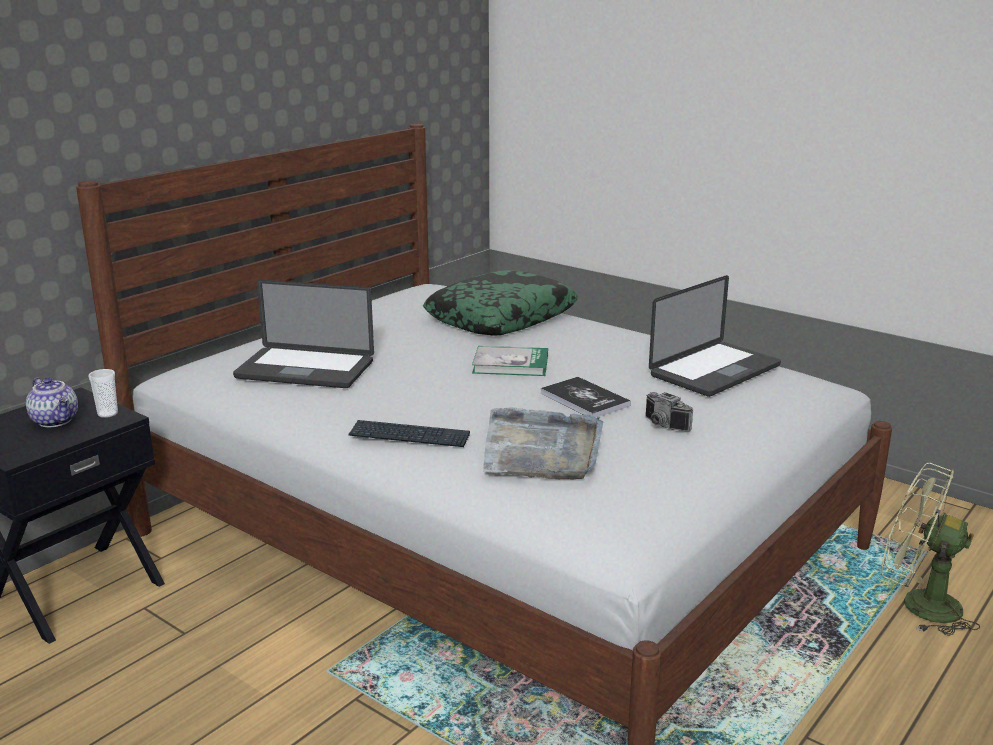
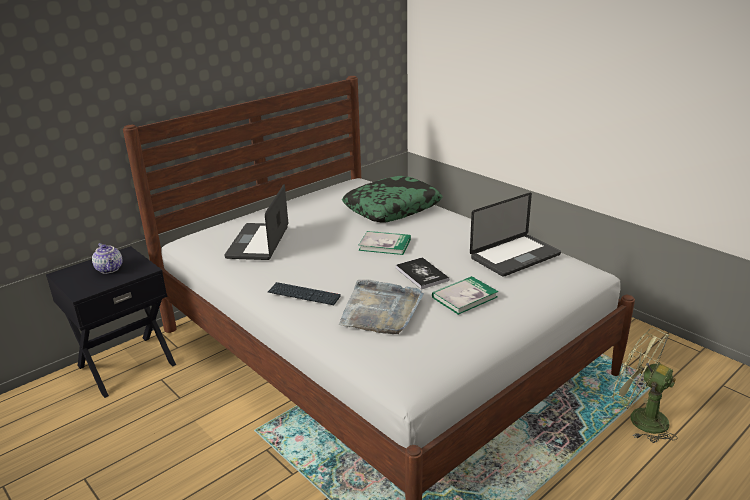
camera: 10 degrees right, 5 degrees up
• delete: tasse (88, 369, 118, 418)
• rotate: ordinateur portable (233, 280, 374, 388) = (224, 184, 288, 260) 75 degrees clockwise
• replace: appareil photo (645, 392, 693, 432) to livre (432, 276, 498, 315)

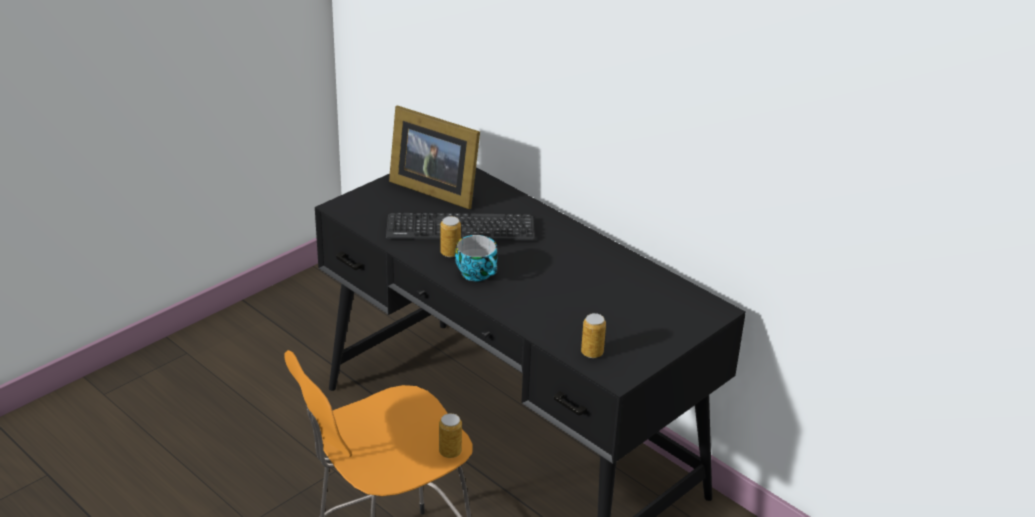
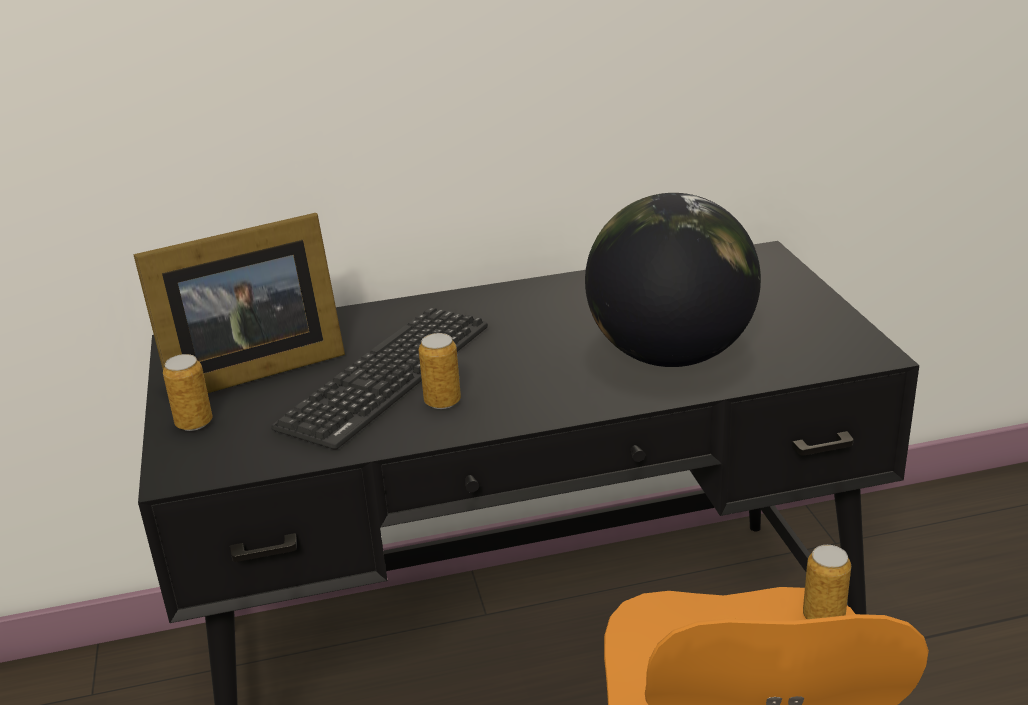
camera: 55 degrees left, 5 degrees down
• delete: tasse (455, 235, 498, 281)
• move: boîte métallique (581, 313, 606, 358) to (163, 354, 212, 431)
• insert: globe (585, 193, 761, 367)

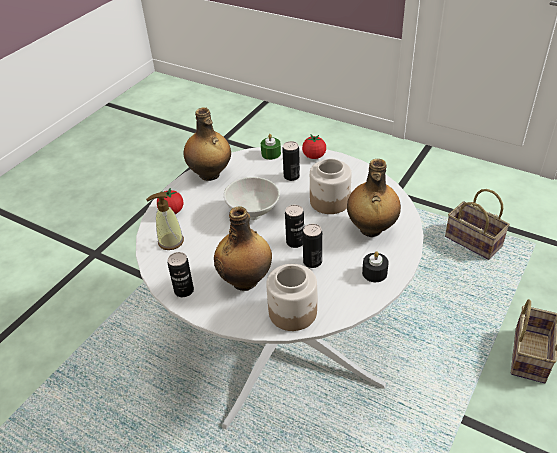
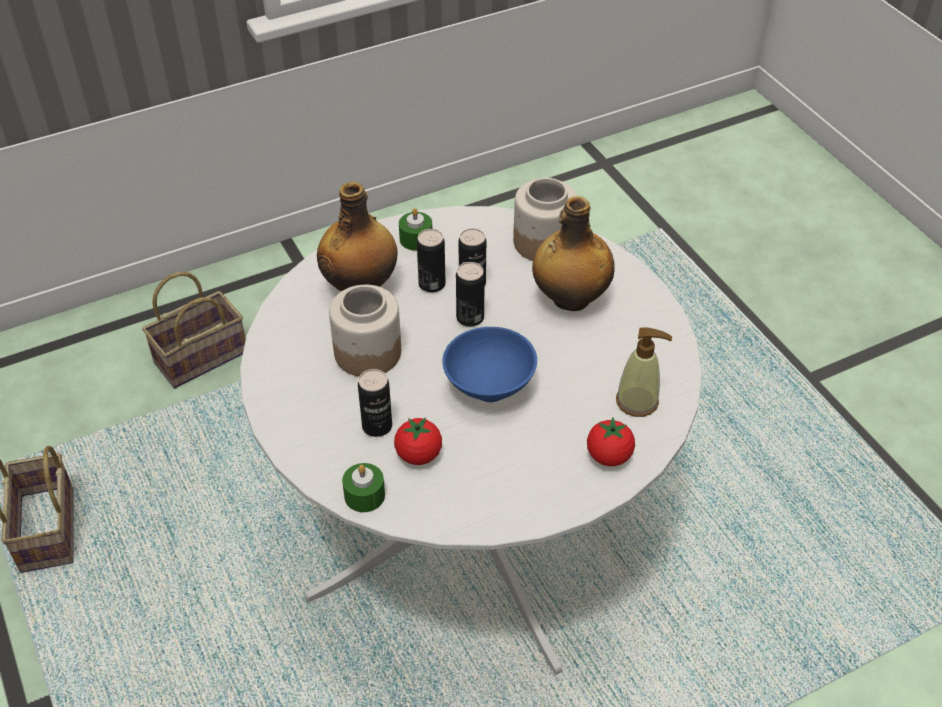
camera: 150 degrees left, 5 degrees up
• move: boîte métallique (168, 252, 194, 297) to (417, 229, 446, 292)
• delete: bouteille (183, 107, 231, 181)
• recolor: bol/blanc (224, 177, 280, 220) to bol/bleu (442, 327, 537, 402)
• move: tomate (302, 135, 326, 159) to (394, 417, 442, 465)
• recolor: bougie/noir (362, 251, 389, 282) to bougie/vert (399, 208, 432, 251)

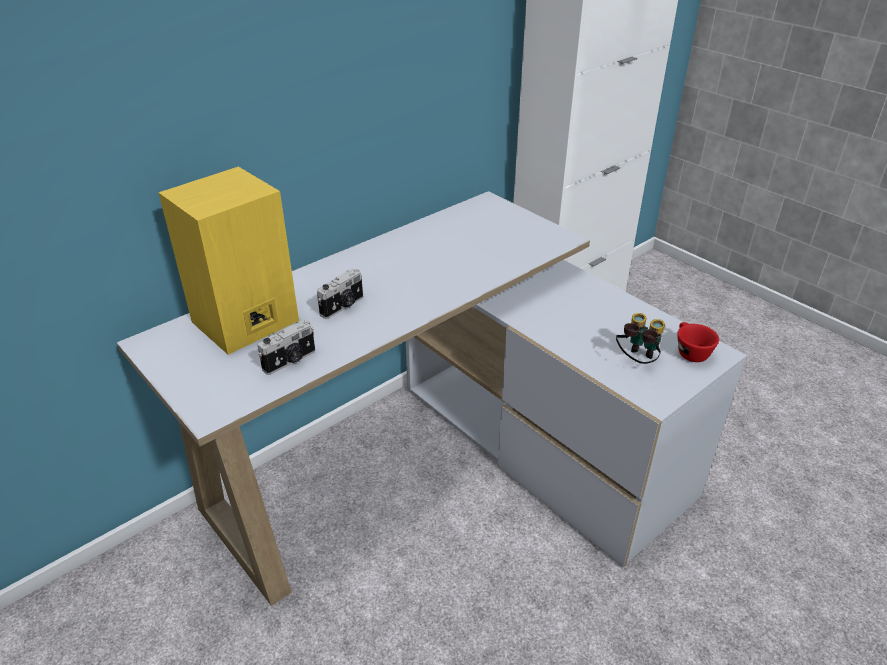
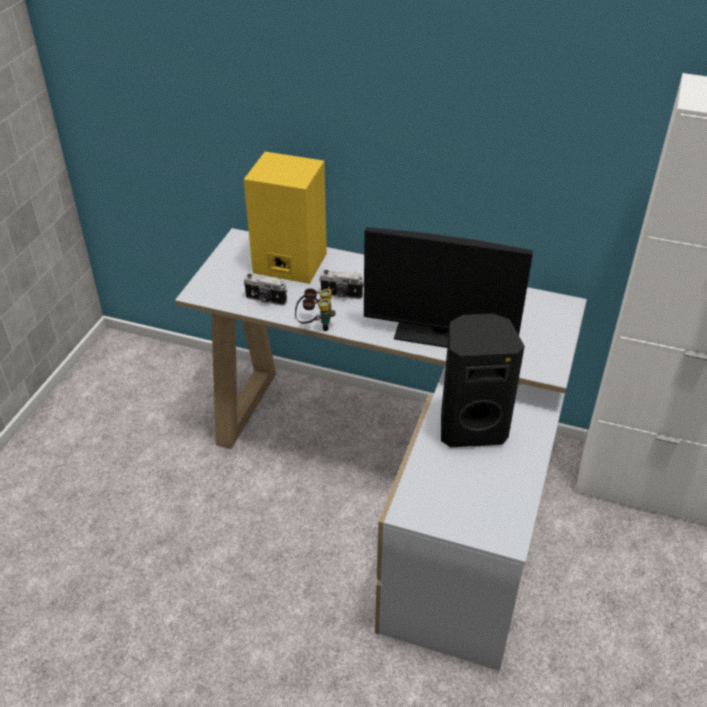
camera: 60 degrees right, 5 degrees up
• move: jumelles (616, 313, 665, 364) to (295, 288, 336, 331)
• delete: tasse/rouge (677, 322, 719, 362)
• insert: écran d'ordinateur (364, 227, 533, 348)
• insert: enceinte/noir (441, 314, 525, 448)

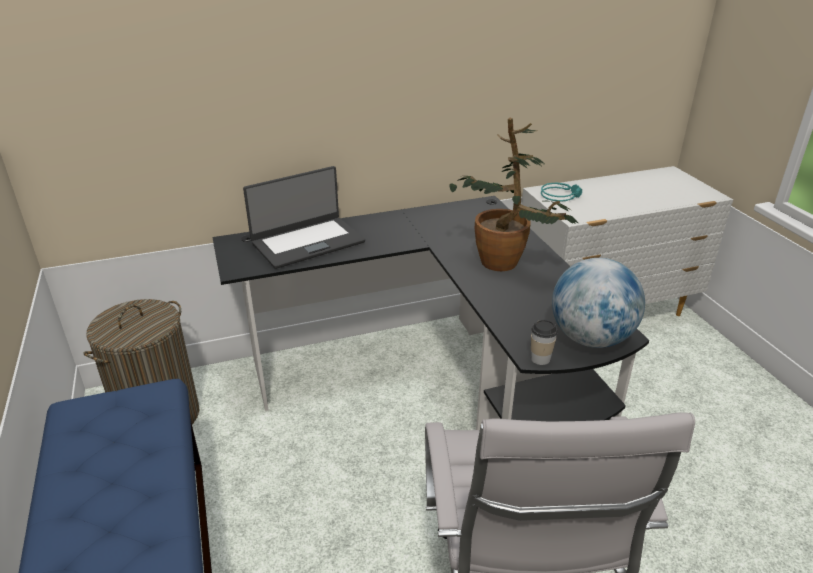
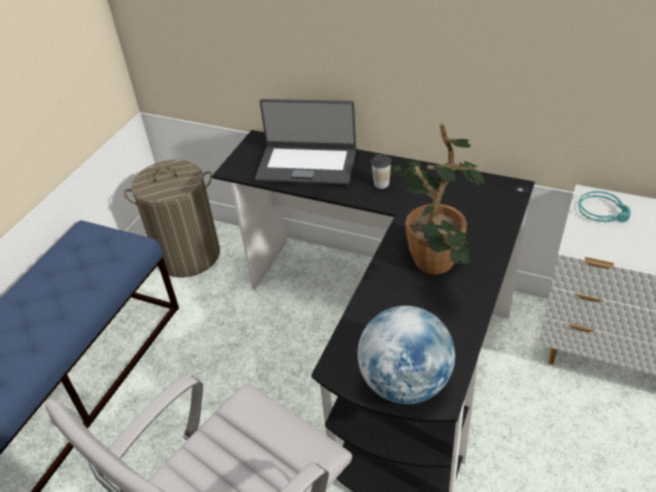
camera: 45 degrees right, 10 degrees up
• move: tasse (531, 320, 558, 365) to (371, 154, 391, 189)

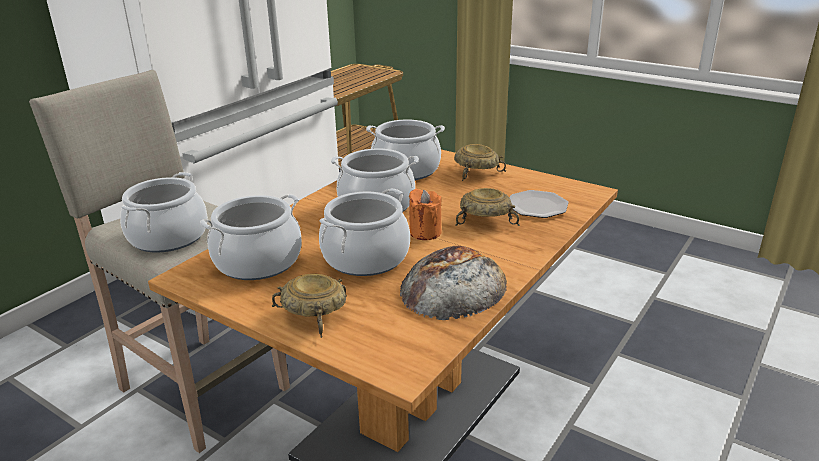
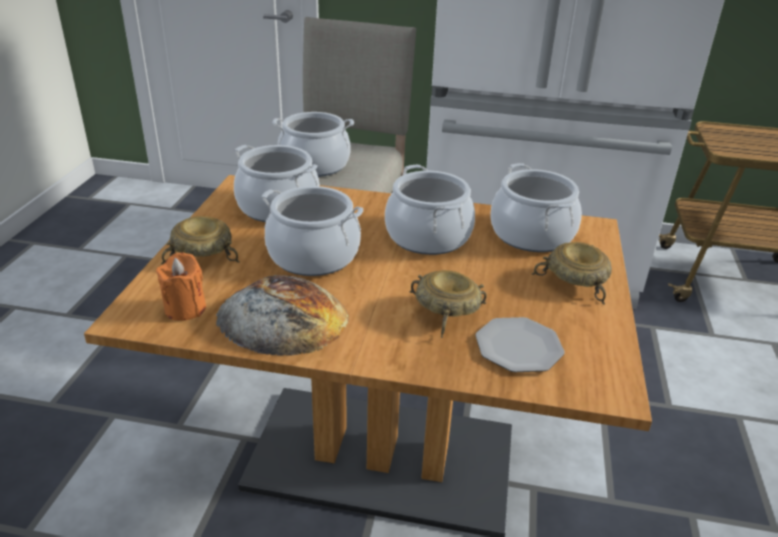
camera: 65 degrees right, 5 degrees up
• move: bougie/orange (409, 189, 442, 240) to (156, 252, 206, 321)

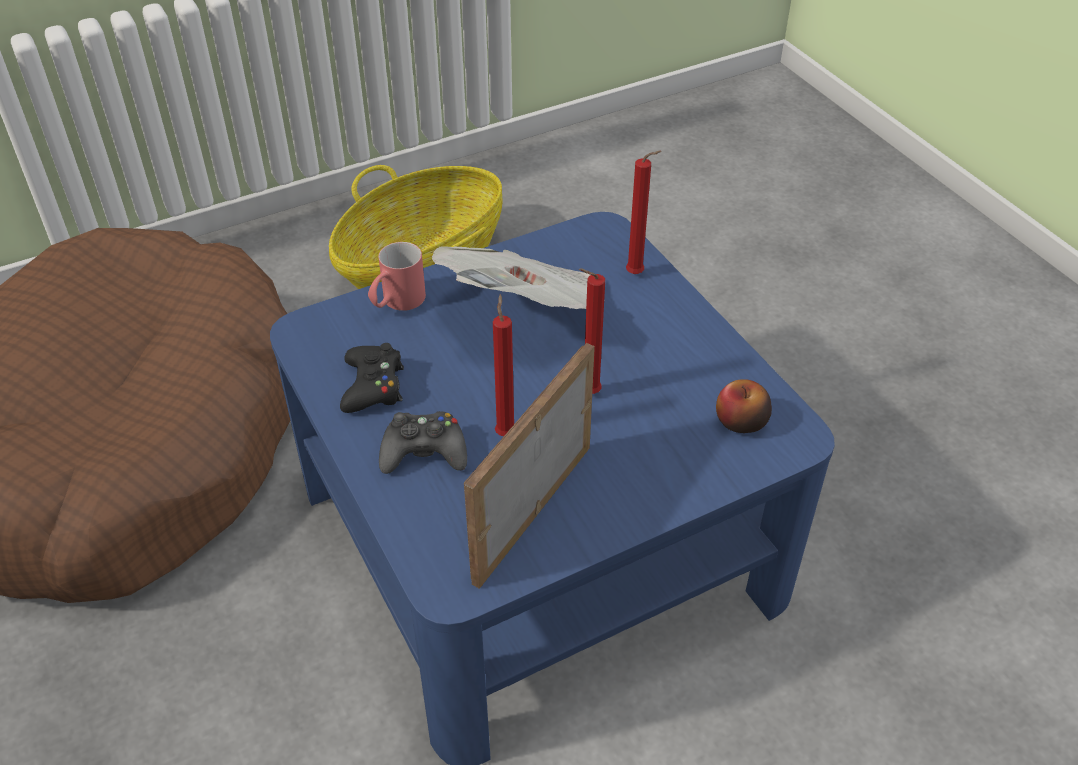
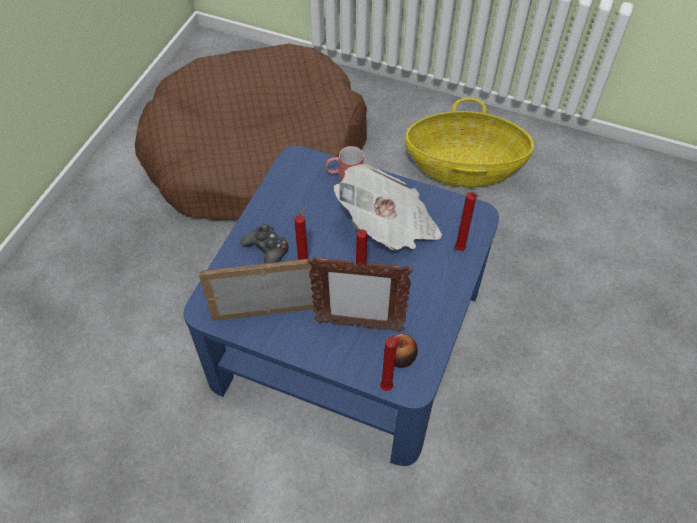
camera: 50 degrees right, 10 degrees up
• delete: manette/noir (340, 343, 404, 413)
• insert: cadre photo (308, 257, 413, 332)
• insert: bougie/rouge (380, 337, 397, 391)

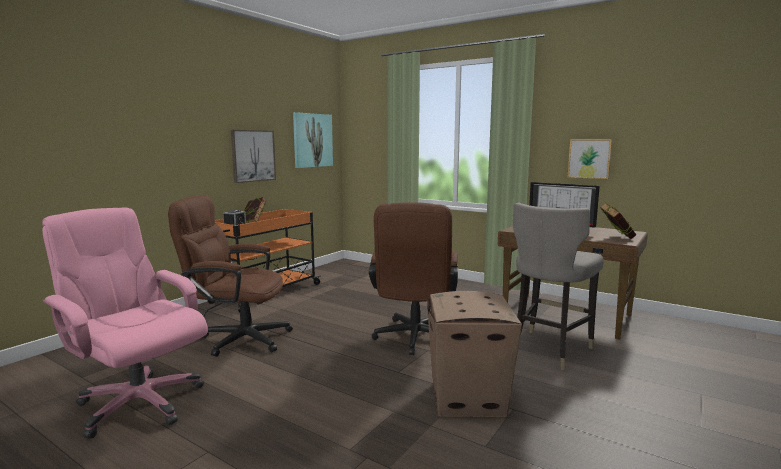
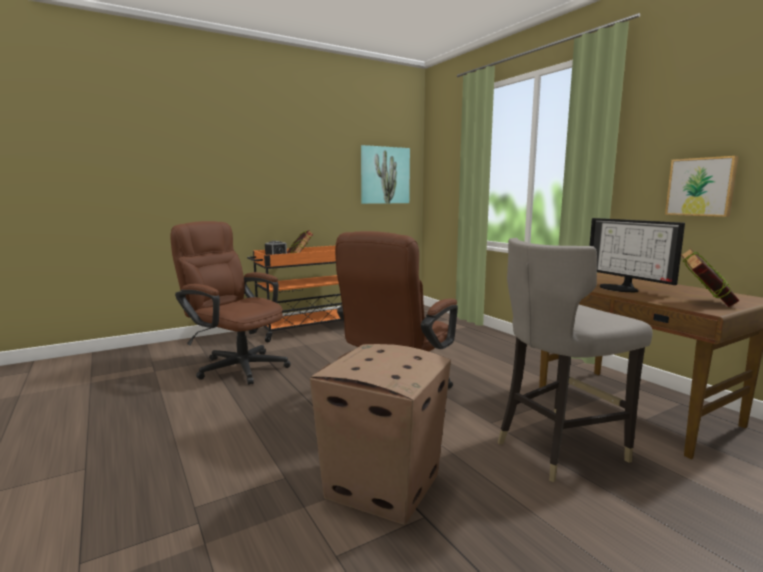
camera: 25 degrees right, 0 degrees up
• delete: chaise de bureau/rose (42, 208, 208, 439)
• delete: tableau (231, 130, 276, 183)

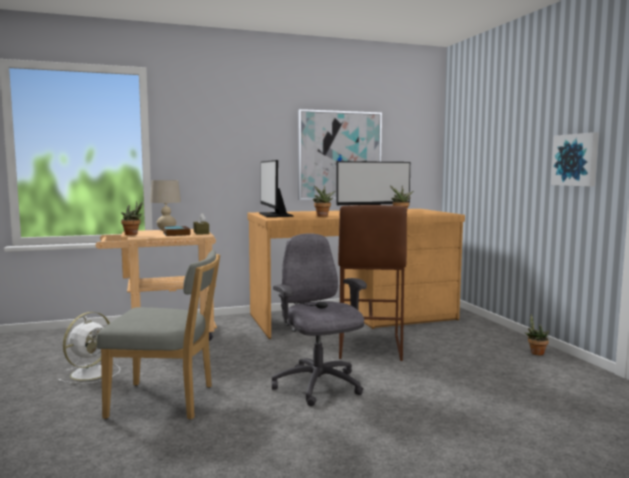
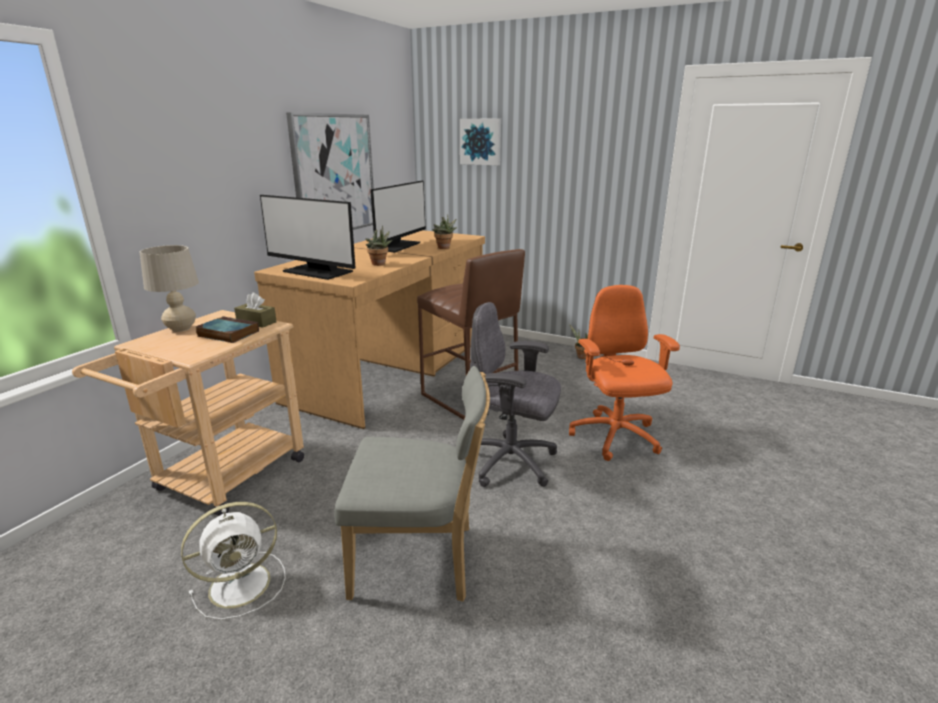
camera: 45 degrees left, 15 degrees up
• rotate: ventilateur/blanc (58, 312, 121, 384) = (181, 502, 286, 620) 75 degrees clockwise
• rotate: chaise/gris (97, 250, 220, 420) = (334, 366, 490, 602) 45 degrees clockwise
• delete: plante en pot (121, 201, 143, 235)
• move: tableau (551, 132, 599, 187) to (460, 118, 501, 165)
• insert: chaise de bureau/orange (569, 285, 680, 461)

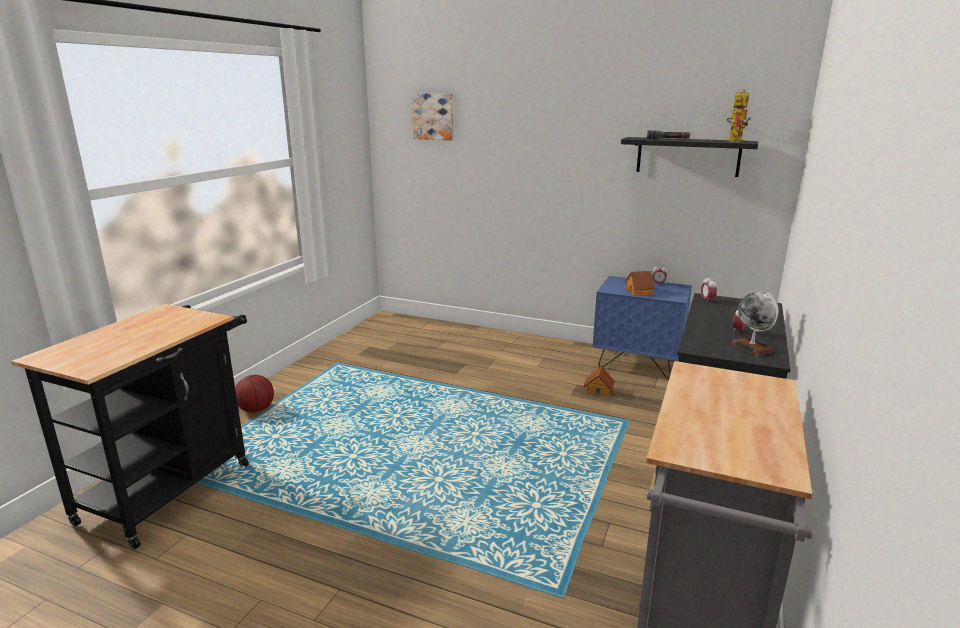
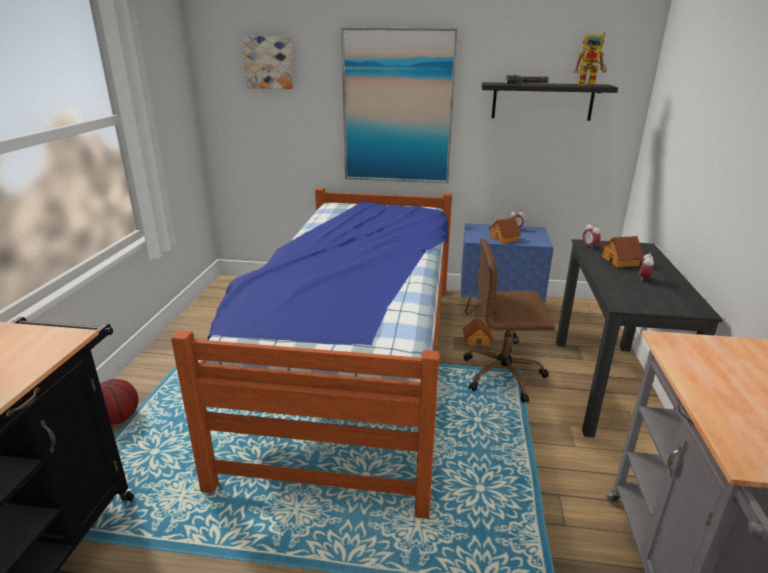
camera: 15 degrees left, 5 degrees up
• rotate: robot jouet (727, 90, 751, 142) = (574, 32, 607, 86) 90 degrees clockwise
• delete: globe (730, 292, 779, 356)
• insert: lit (171, 188, 452, 519)
• insert: tableau (341, 27, 458, 183)
• insert: chaise de bureau/marron (464, 238, 555, 403)
• insert: maison miniature (601, 236, 644, 267)

